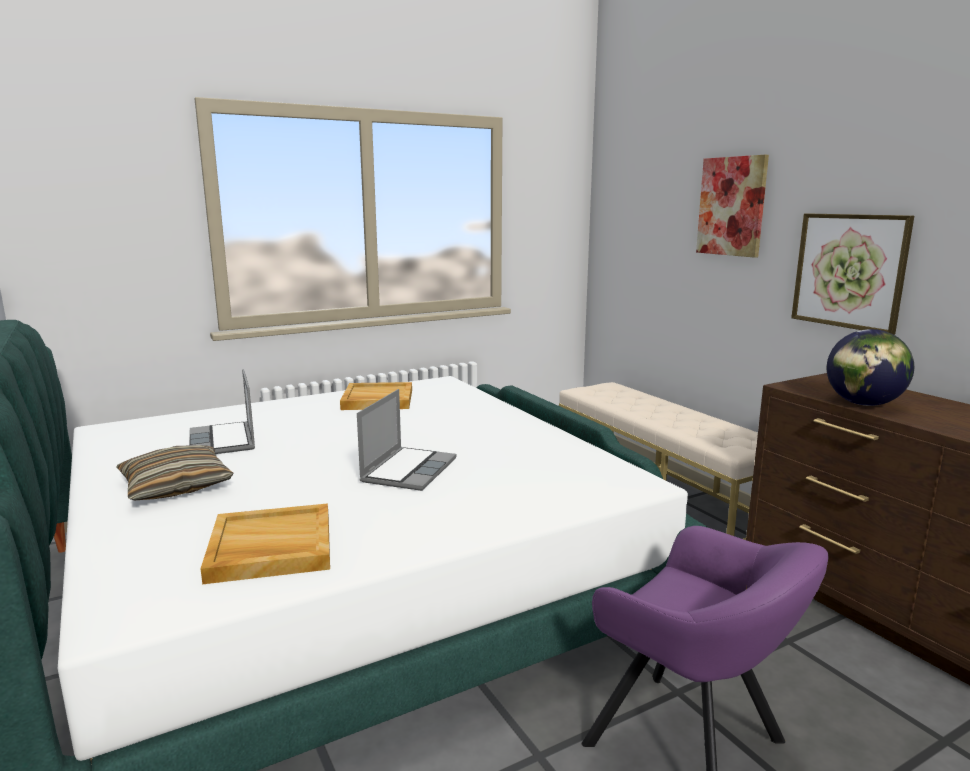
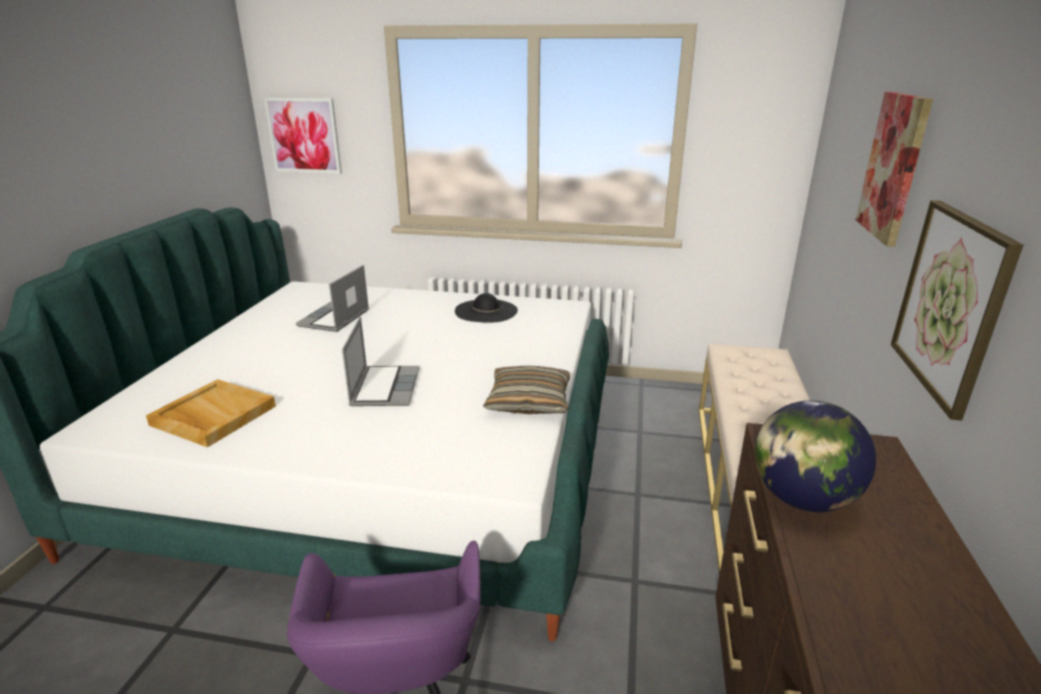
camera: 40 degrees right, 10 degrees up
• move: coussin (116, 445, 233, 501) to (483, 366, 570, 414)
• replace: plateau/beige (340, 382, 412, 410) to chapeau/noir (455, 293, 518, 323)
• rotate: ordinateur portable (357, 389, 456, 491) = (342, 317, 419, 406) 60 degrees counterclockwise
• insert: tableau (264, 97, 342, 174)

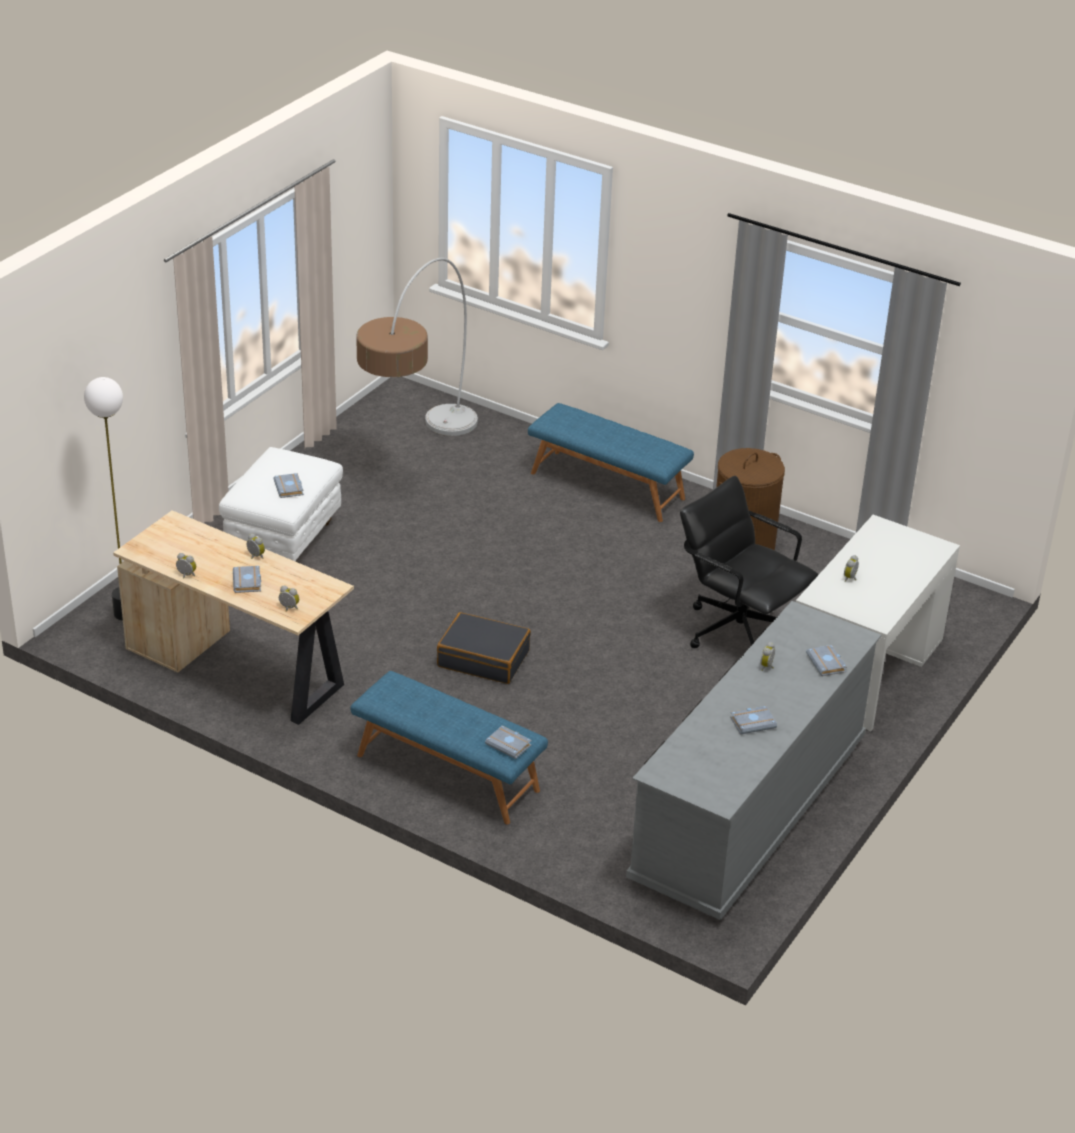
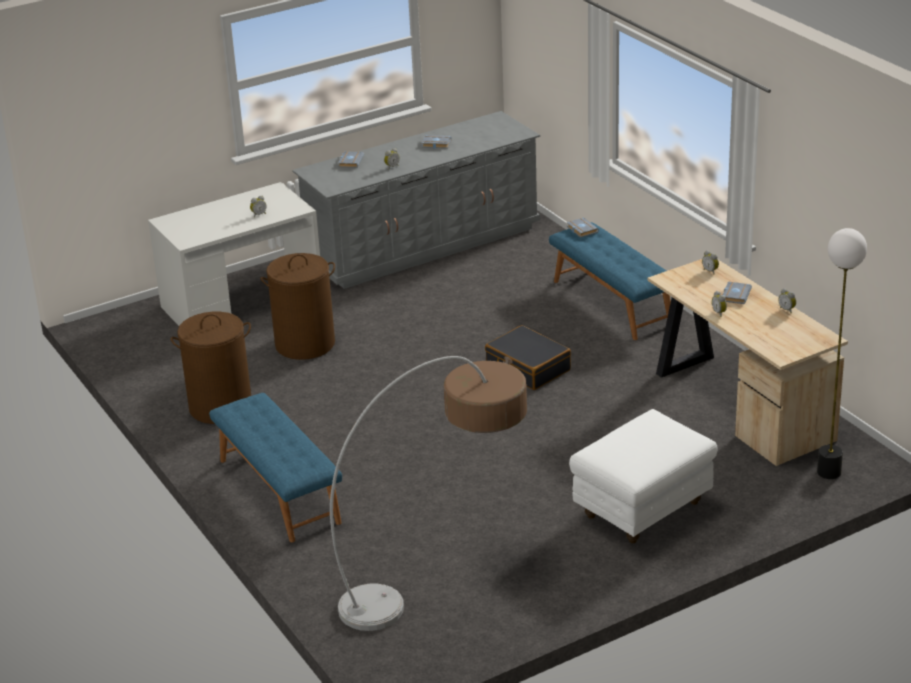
camera: 150 degrees left, 5 degrees down
• delete: livre/gris (273, 473, 304, 498)
• replace: chaise de bureau/noir (680, 476, 819, 648) to panier à linge/marron (261, 253, 335, 360)

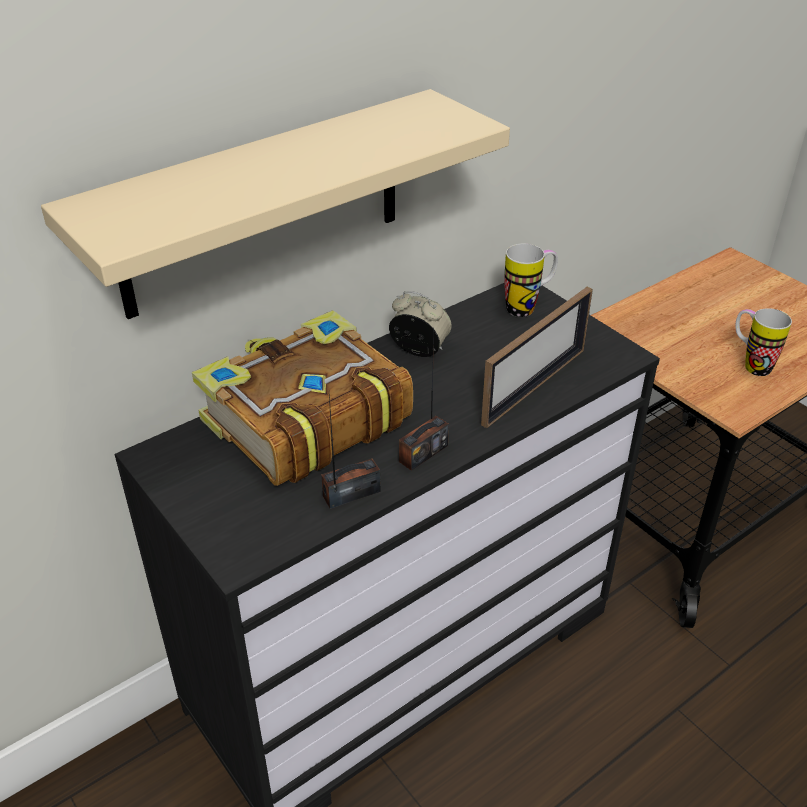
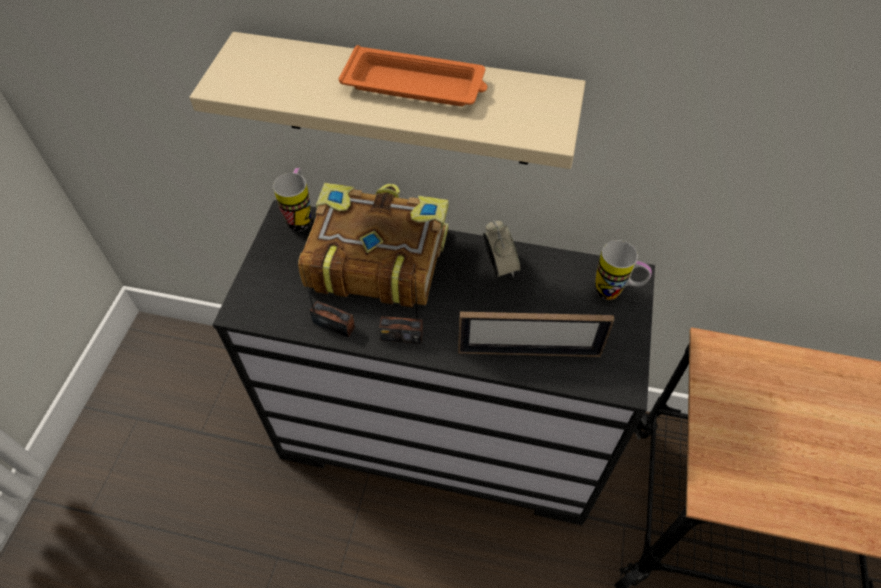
camera: 50 degrees right, 15 degrees up
• move: mug (735, 308, 792, 376) to (273, 168, 311, 231)
• insert: plateau/orange (339, 45, 487, 106)

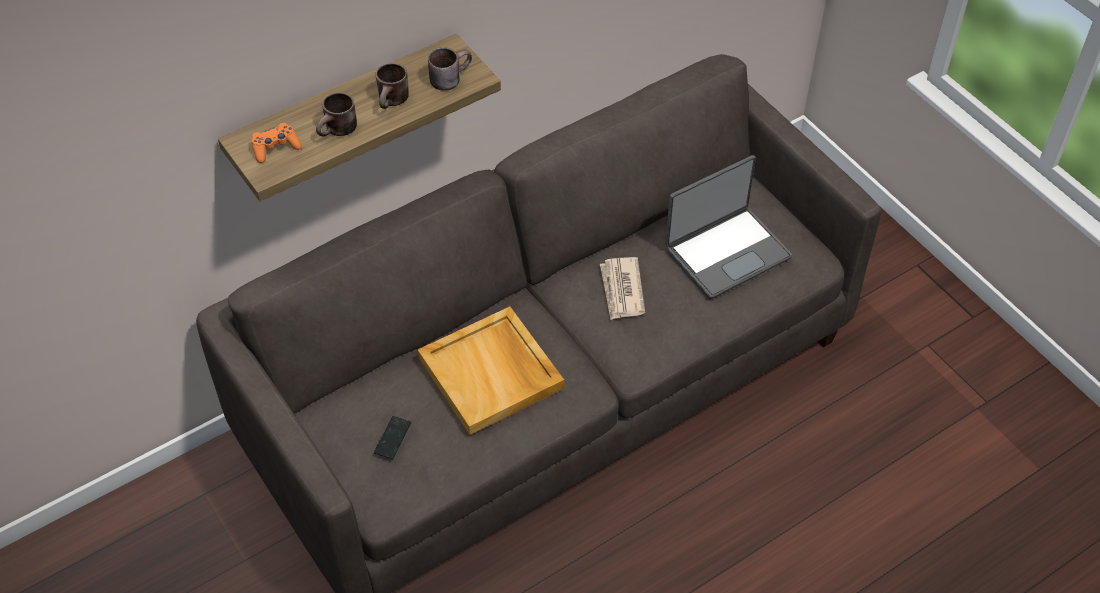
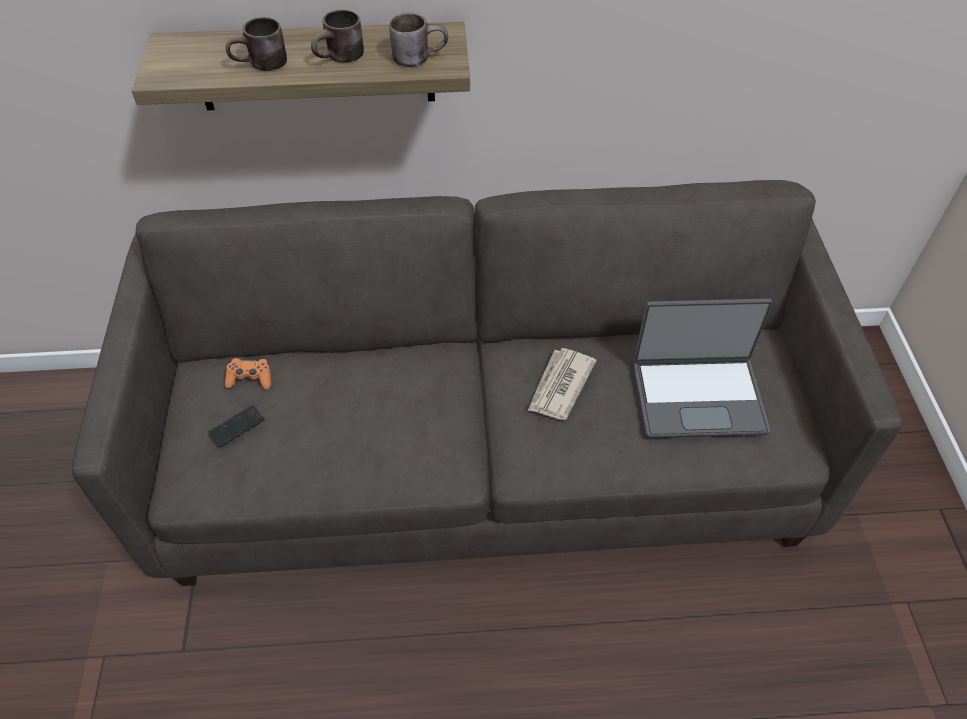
camera: 30 degrees right, 0 degrees up
• move: manette/orange (252, 123, 302, 163) to (225, 358, 271, 389)
• delete: plateau/beige (418, 306, 564, 435)

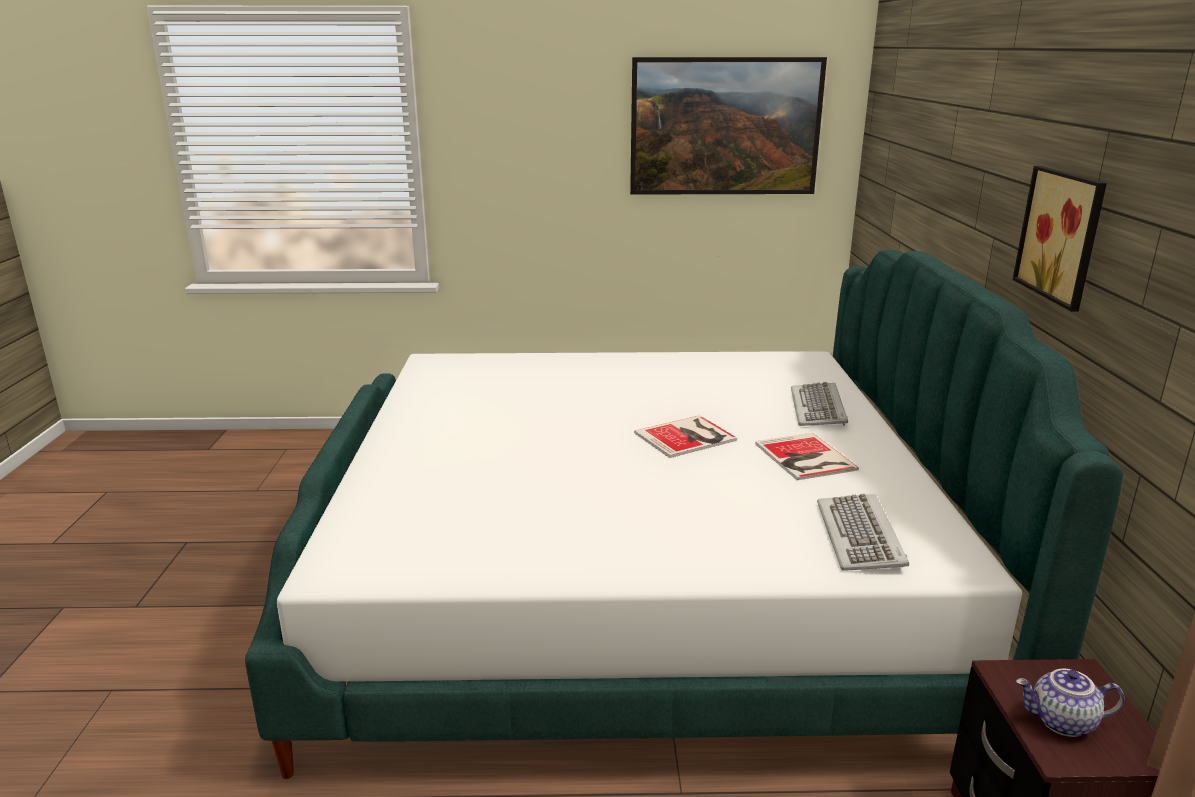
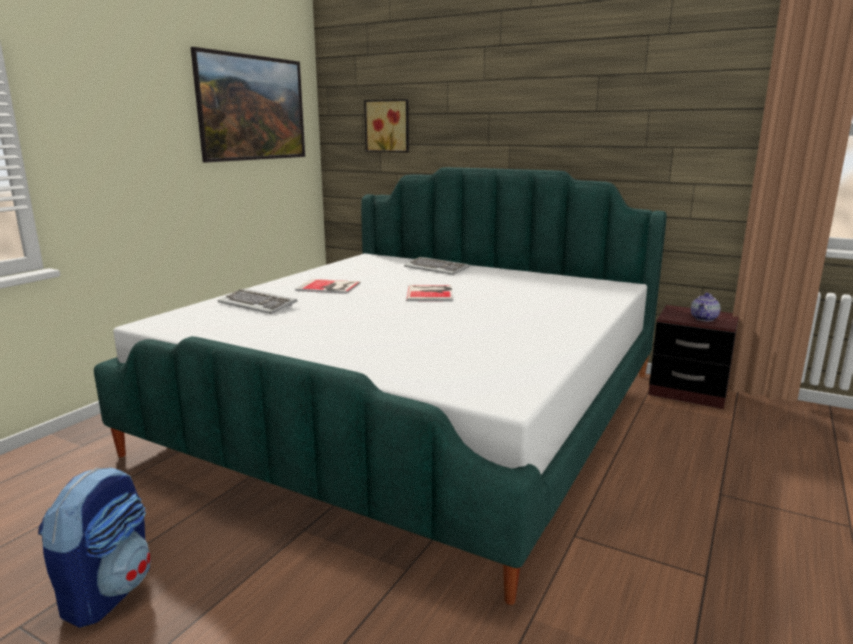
camera: 60 degrees left, 5 degrees down
• move: livre (755, 433, 859, 480) to (295, 279, 361, 294)
• move: clavier (817, 494, 909, 571) to (218, 288, 297, 314)
• move: tableau (1013, 166, 1107, 312) to (364, 99, 409, 152)
• insert: sac à dos (38, 467, 151, 628)

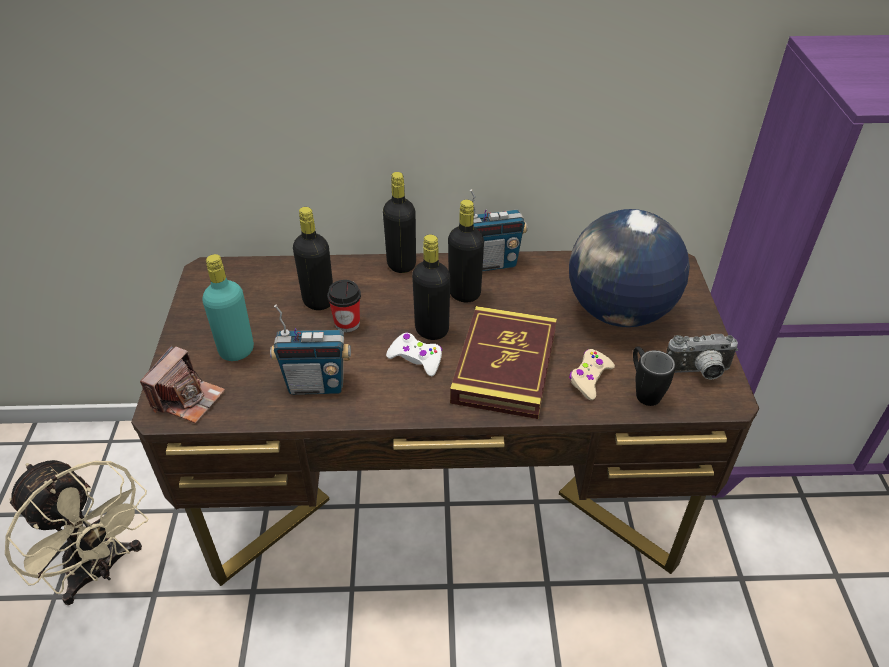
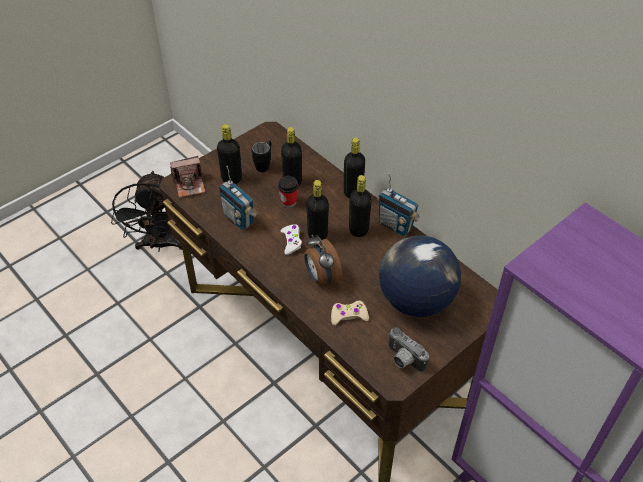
camera: 50 degrees right, 5 degrees up
• recolor: ventilateur/beige (5, 460, 148, 605) to ventilateur/noir (111, 171, 182, 252)
• recolor: bouteille/turquoise (202, 254, 254, 361) to bouteille/noir (217, 124, 242, 184)
• replace: livre (450, 306, 557, 419) to réveil (305, 235, 343, 287)
• move: mug/noir (633, 346, 676, 406) to (252, 141, 271, 172)

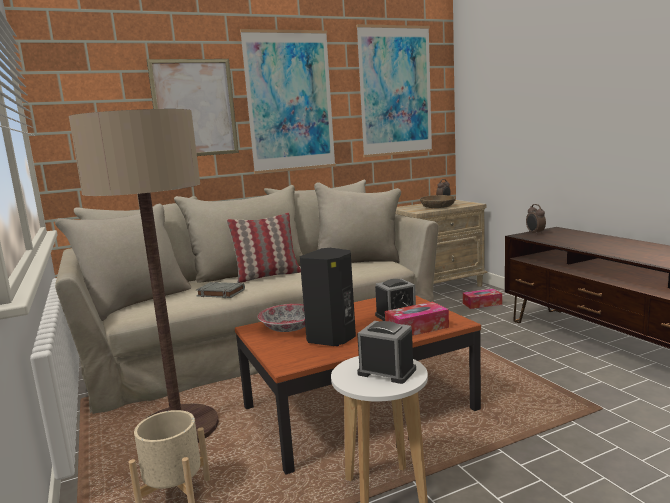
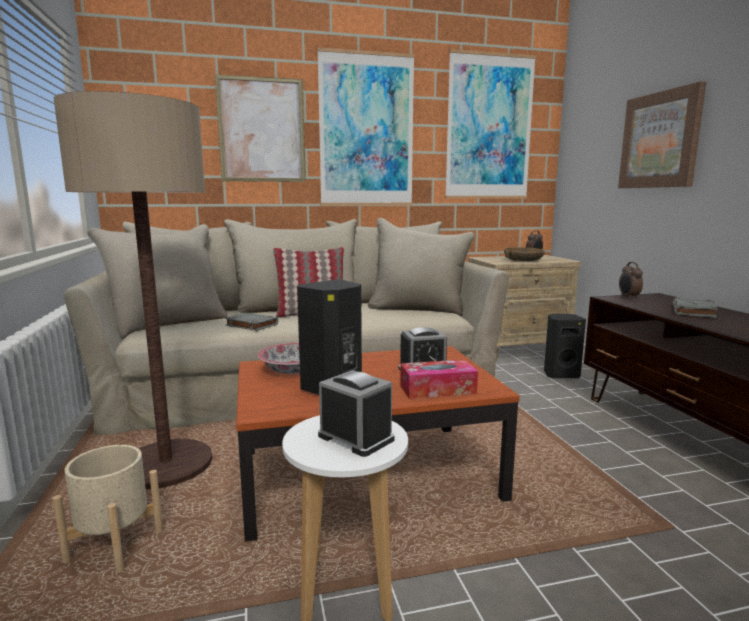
camera: 10 degrees right, 0 degrees up
• replace: boîte à mouchoirs (463, 289, 502, 309) to enceinte/noir (544, 314, 586, 378)
• insert: tableau (618, 81, 706, 188)
• insert: livre/gris (673, 297, 718, 318)

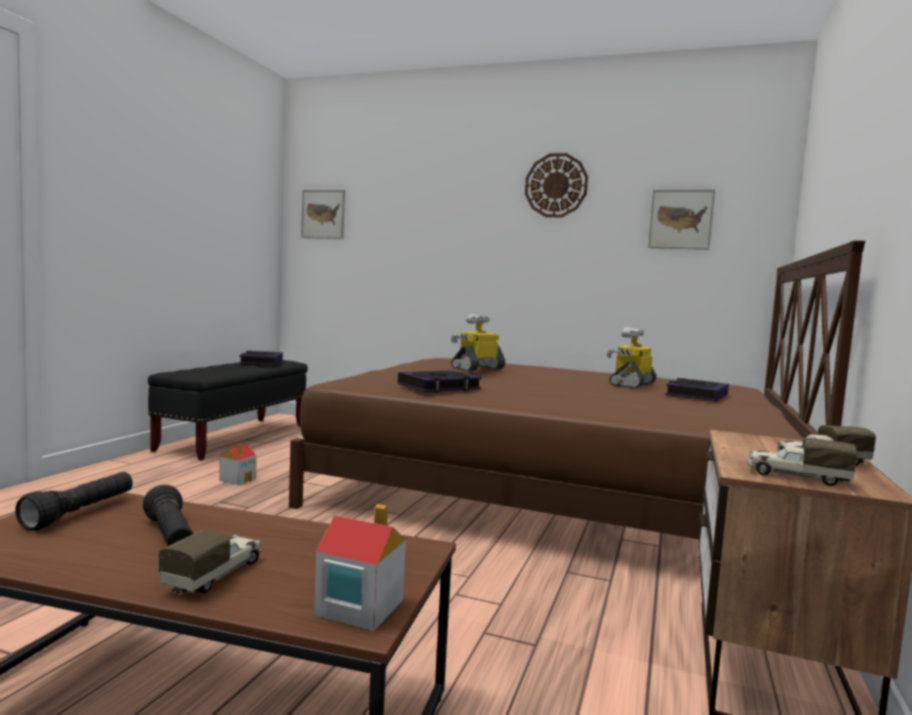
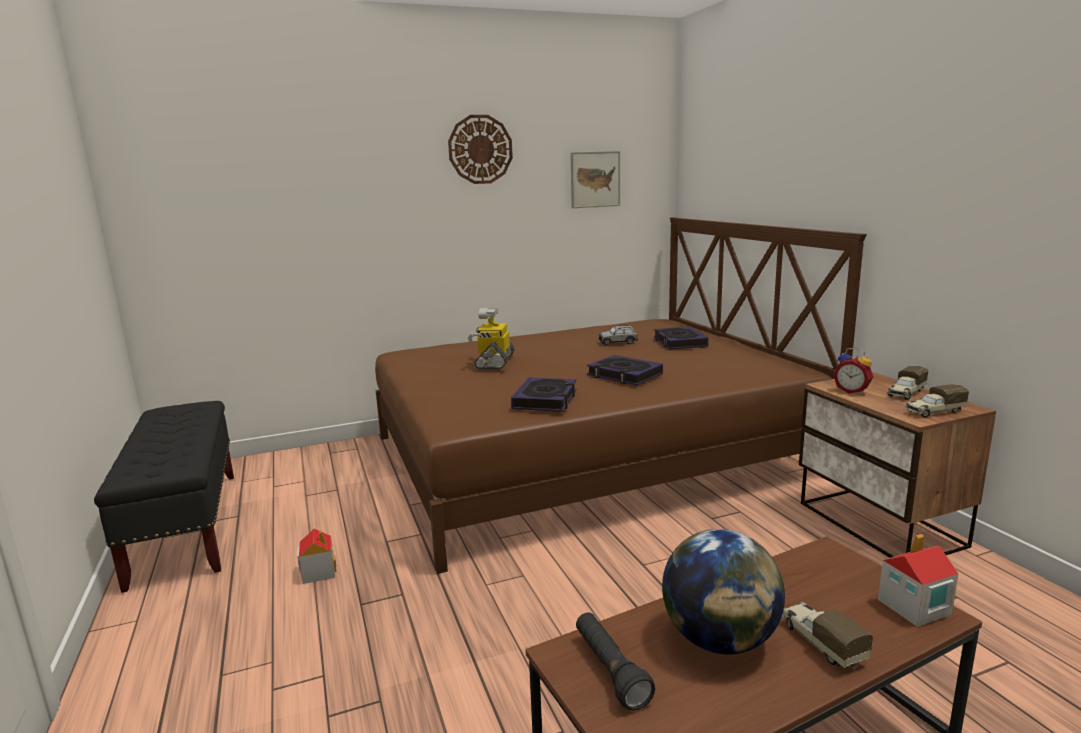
camera: 40 degrees left, 10 degrees up
• replace: lampe de poche/noir (143, 485, 193, 546) to globe (662, 529, 785, 655)
• move: livre (239, 351, 283, 365) to (587, 355, 663, 385)
• delete: tableau (301, 190, 345, 239)
• replace: robot jouet (607, 327, 657, 388) to petite voiture/gris (599, 325, 638, 346)
• insert: réveil (833, 348, 873, 394)

